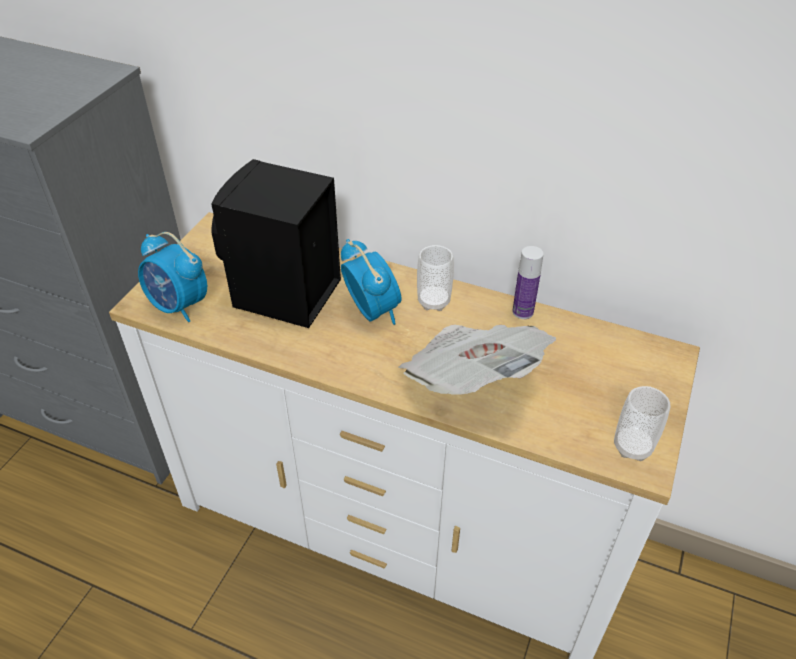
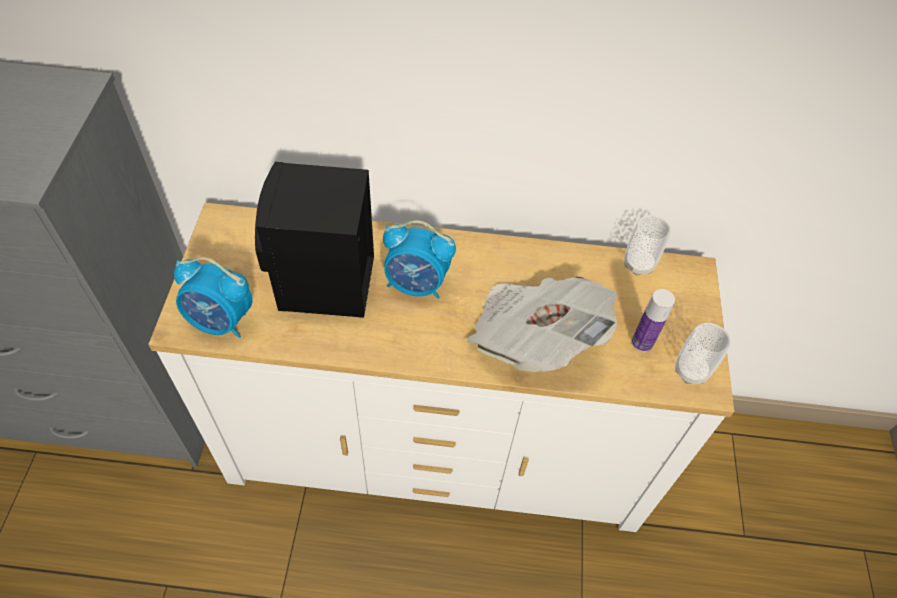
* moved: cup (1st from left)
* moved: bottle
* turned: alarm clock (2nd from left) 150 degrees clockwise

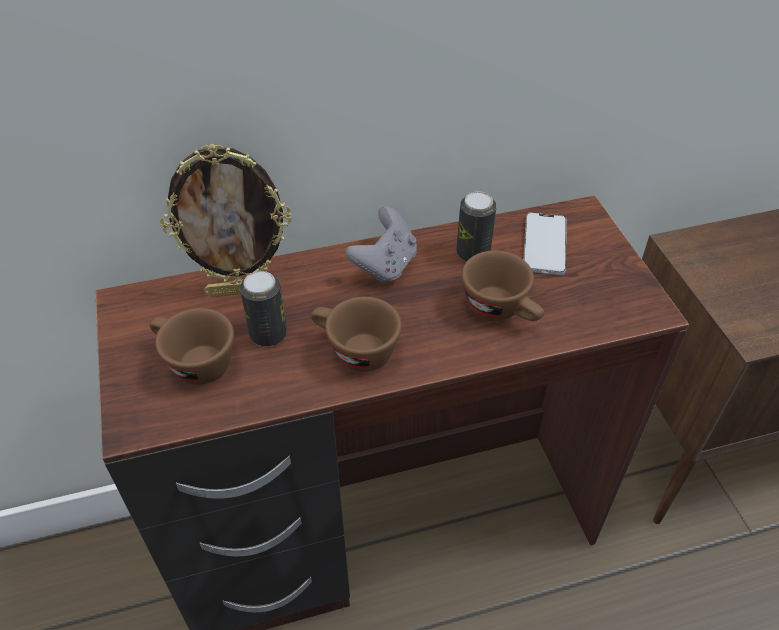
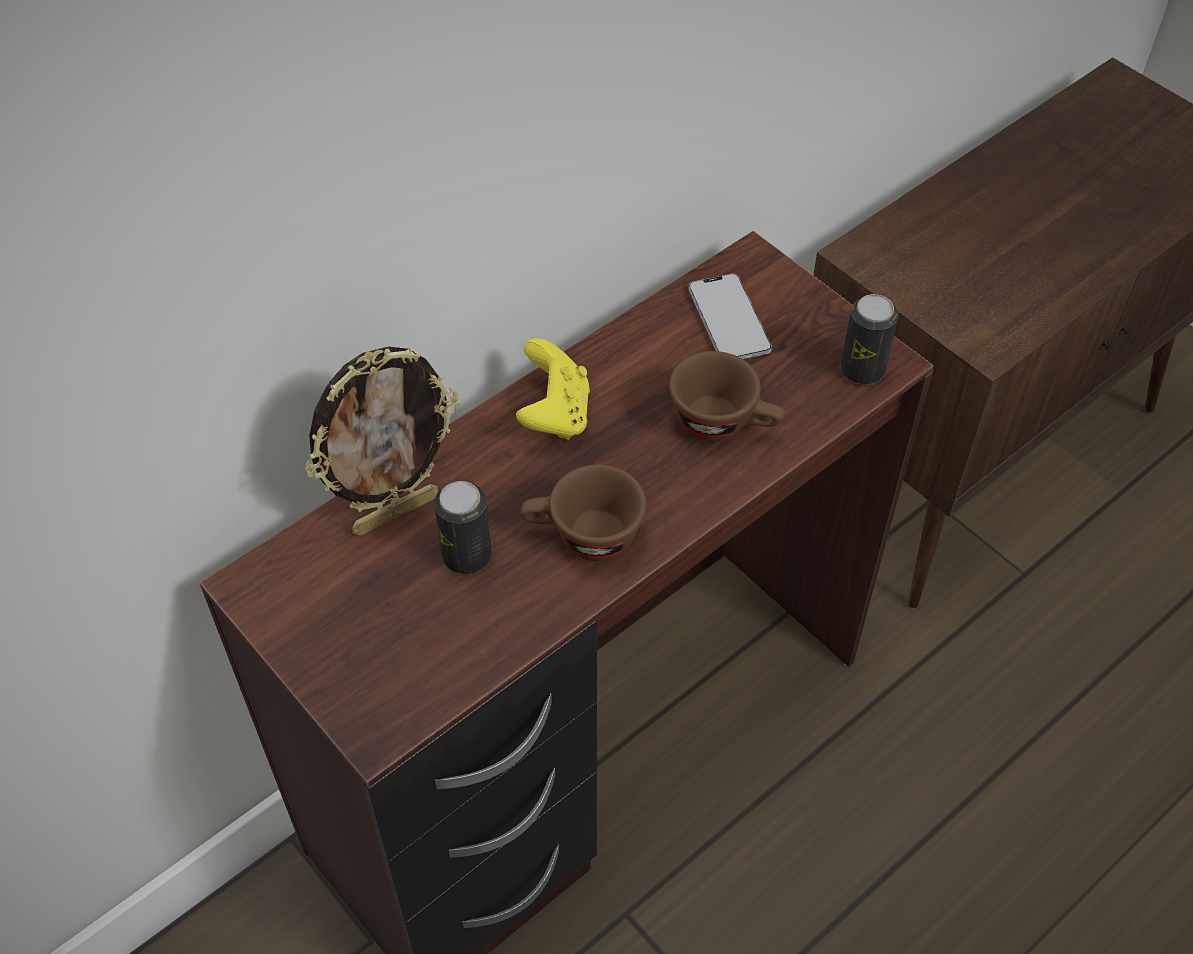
* removed: brown cup (1st from left)
* moved: metal can (2nd from left)
* recoloured: grey game controller to yellow-coloured game controller

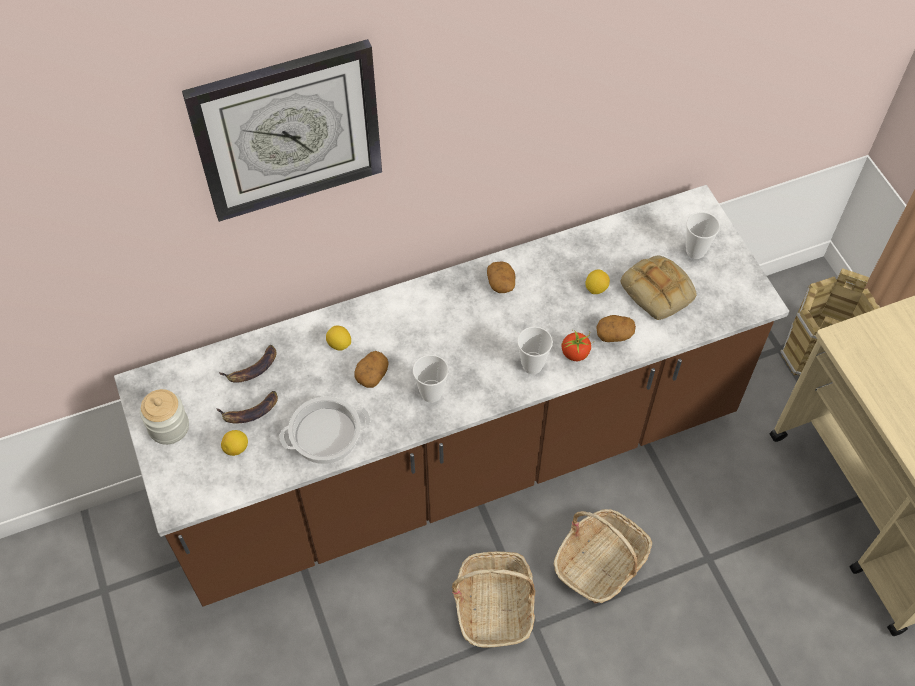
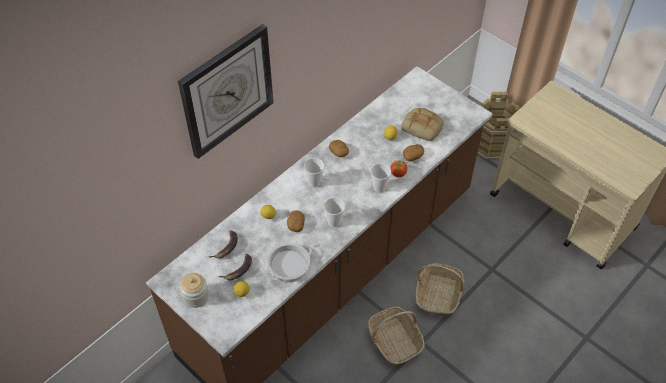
* moved: cup (3rd from left in the first image) to cup (1st from left)

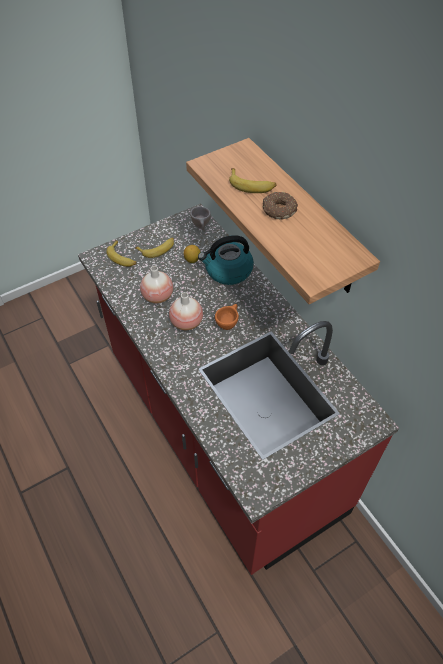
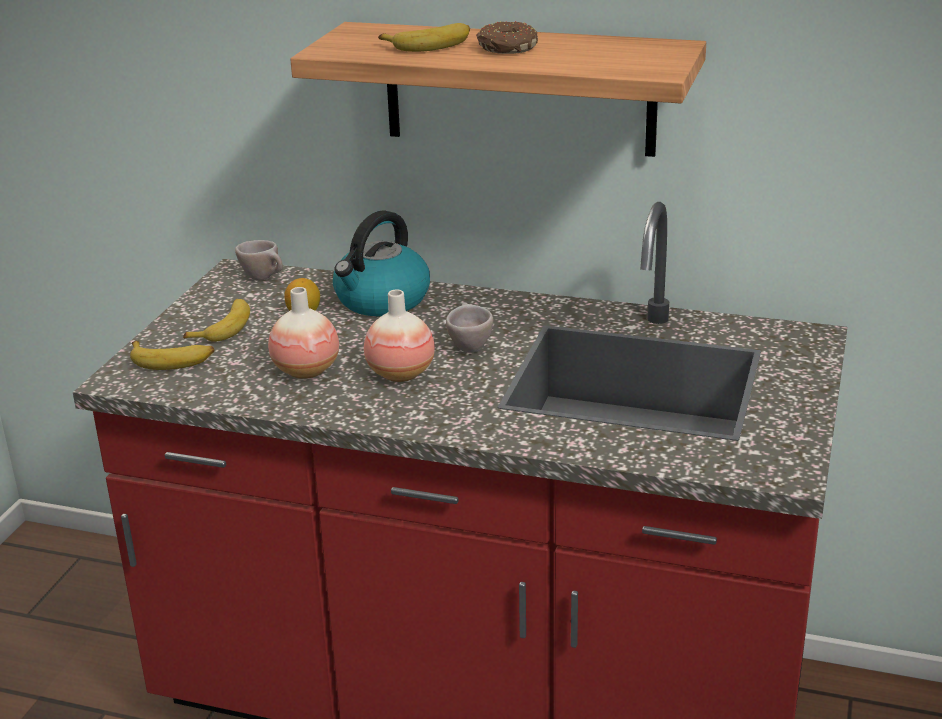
* recoloured: orange cup to beige cup (2nd from left)

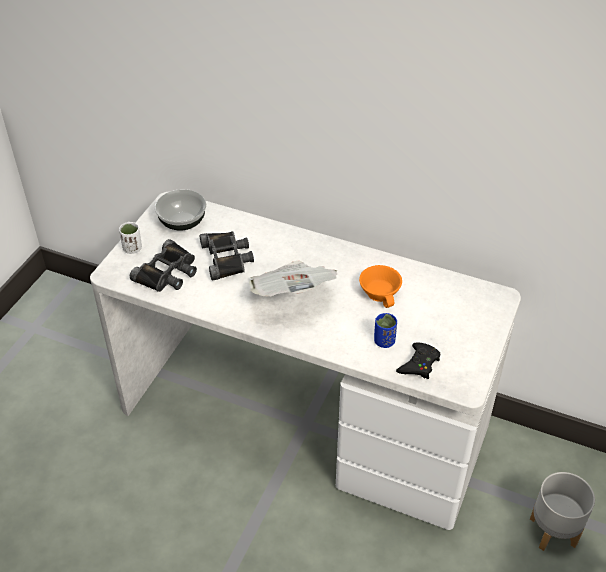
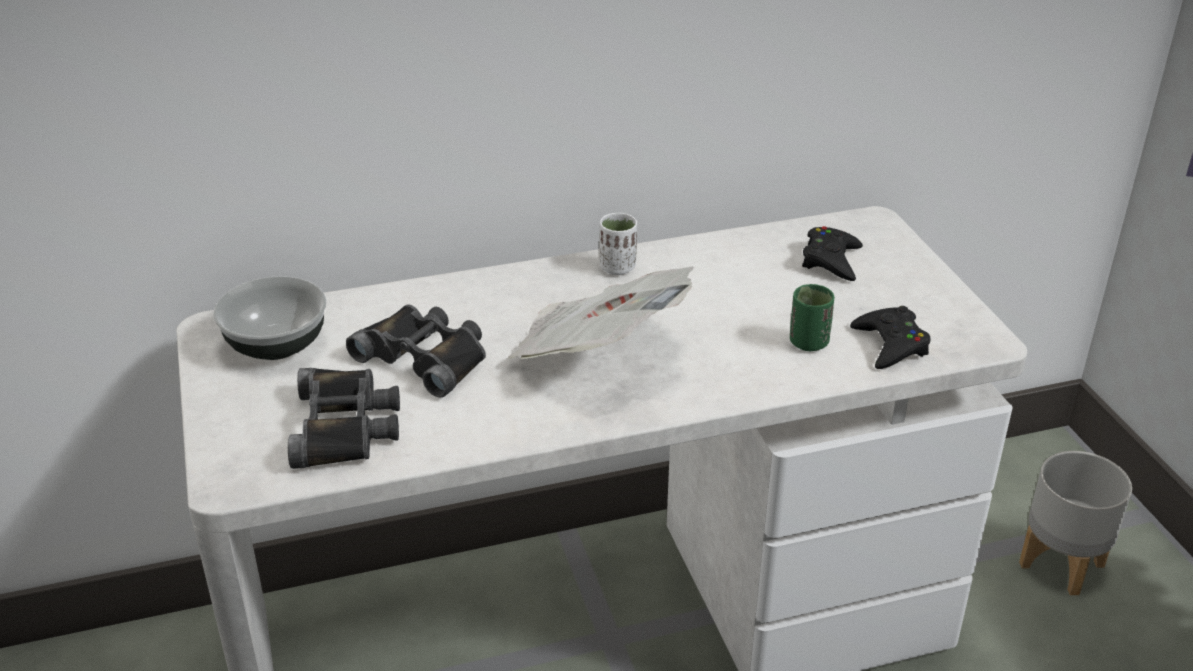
* removed: orange cup
* added: black game controller (1st from left)
* moved: white cup
* recoloured: bluish cup to green cup

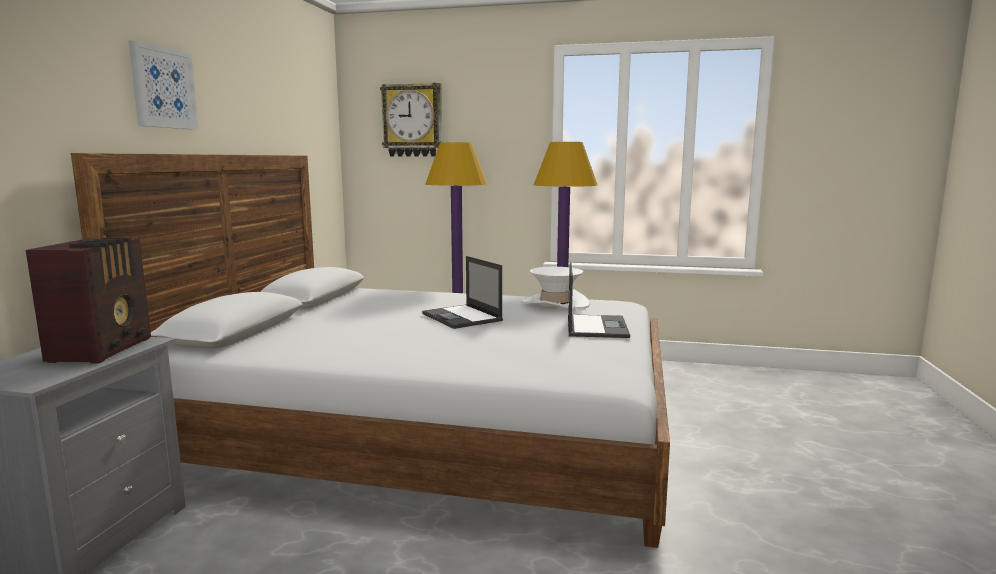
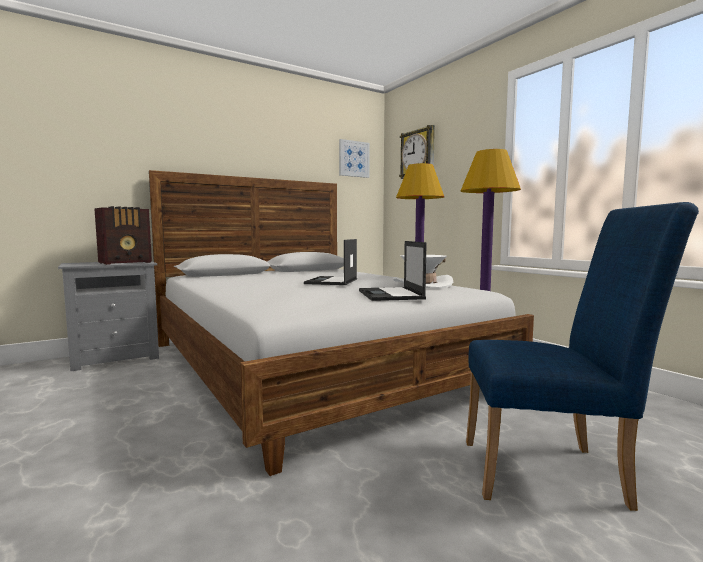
* added: bluish chair
* moved: picture
* turned: portable computer (2nd from left) 120 degrees clockwise

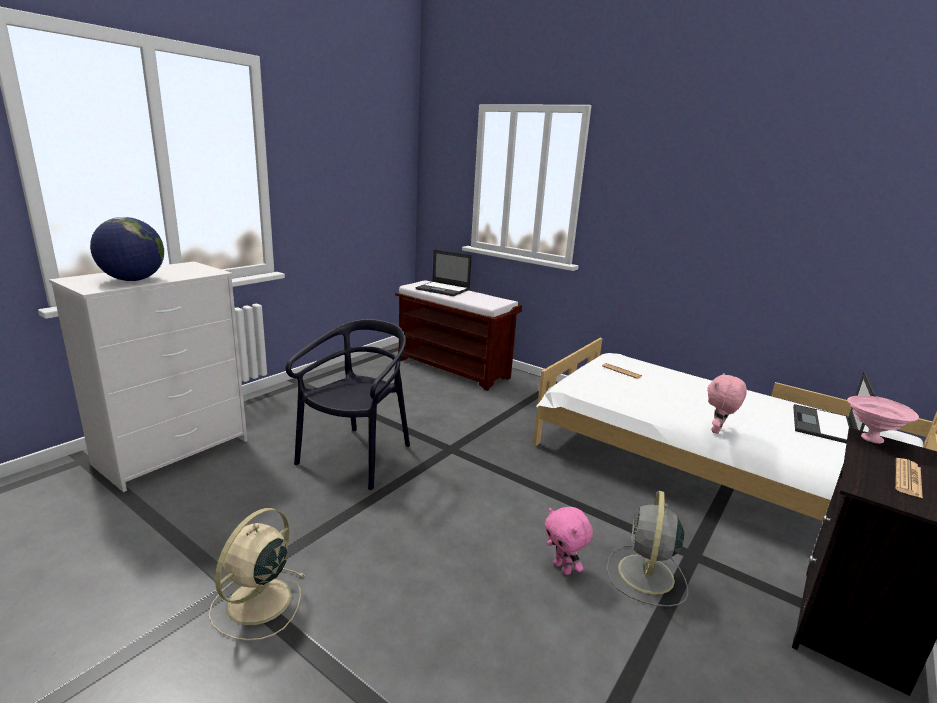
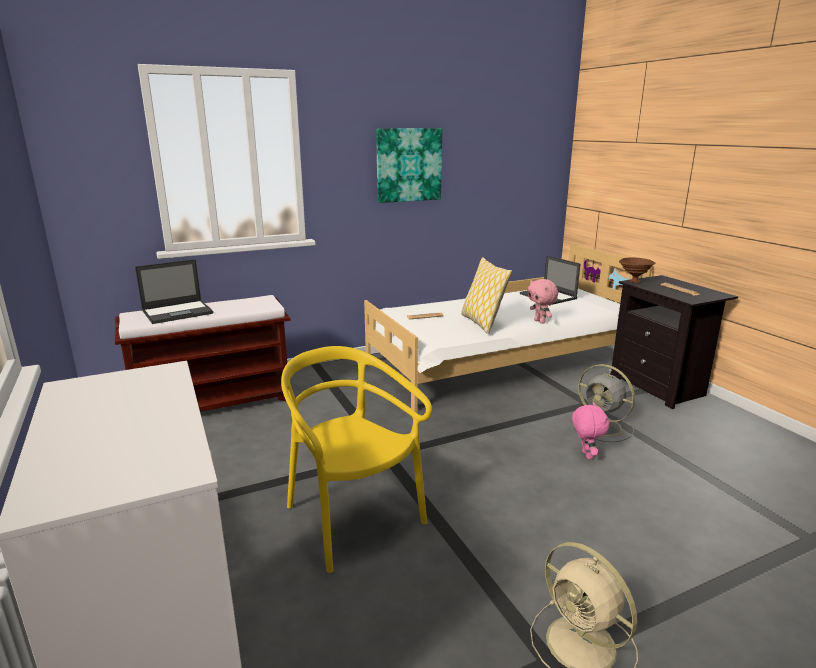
* removed: world globe
* added: picture
* added: cushion
* recoloured: black chair to yellow-coloured chair
* recoloured: pink serving bowl to brown serving bowl
* turned: pink plush toy (1st from left in the first image) 90 degrees counterclockwise

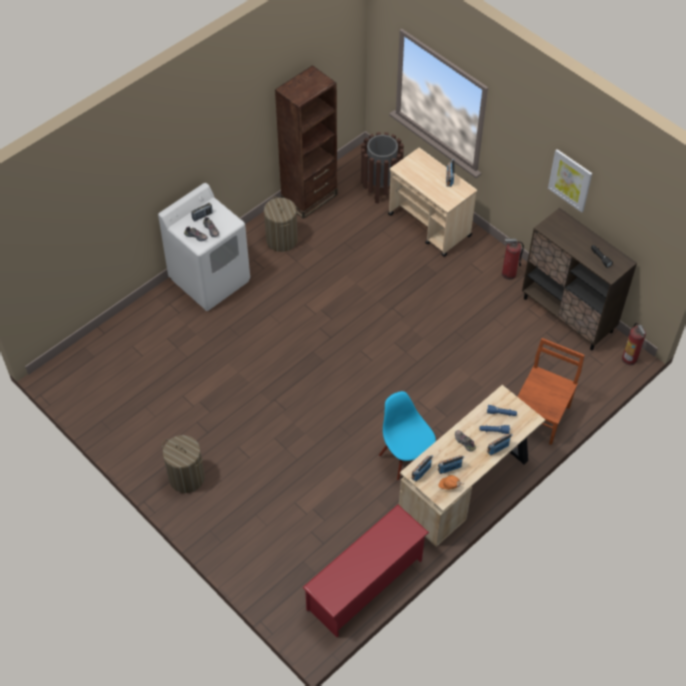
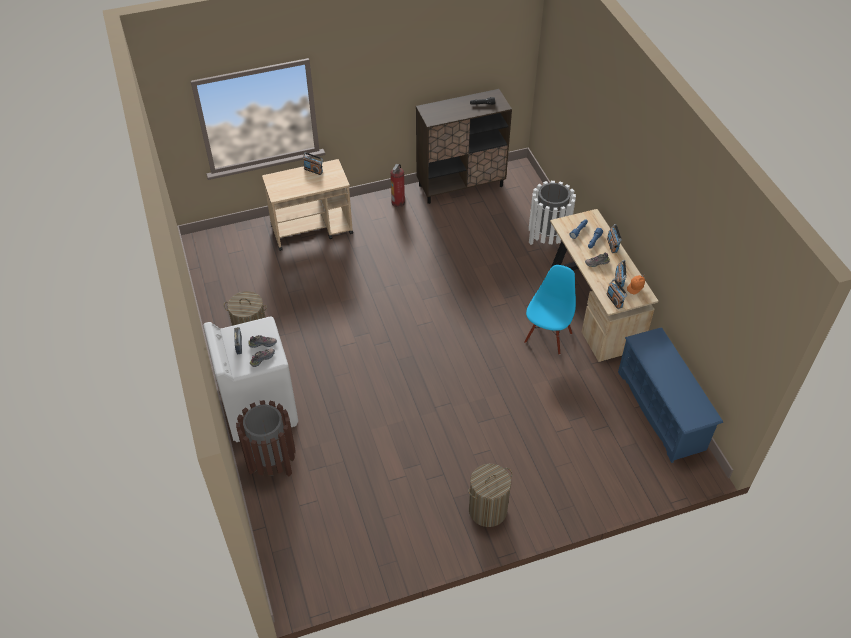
* removed: brown bookshelf
* removed: picture
* removed: fire extinguisher (2nd from left)
* moved: brown trash can
* replaced: brown chair to white trash can
* recoloured: red shoe shelf to bluish shoe shelf
* turned: bluish chair 120 degrees clockwise

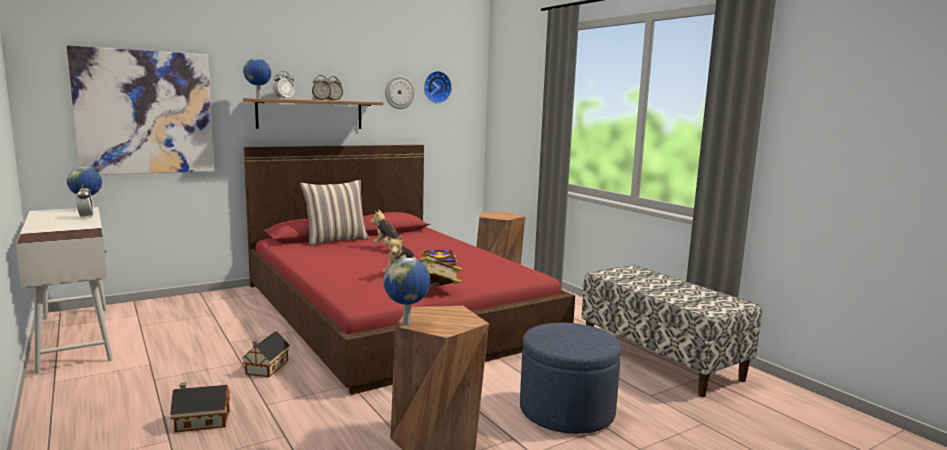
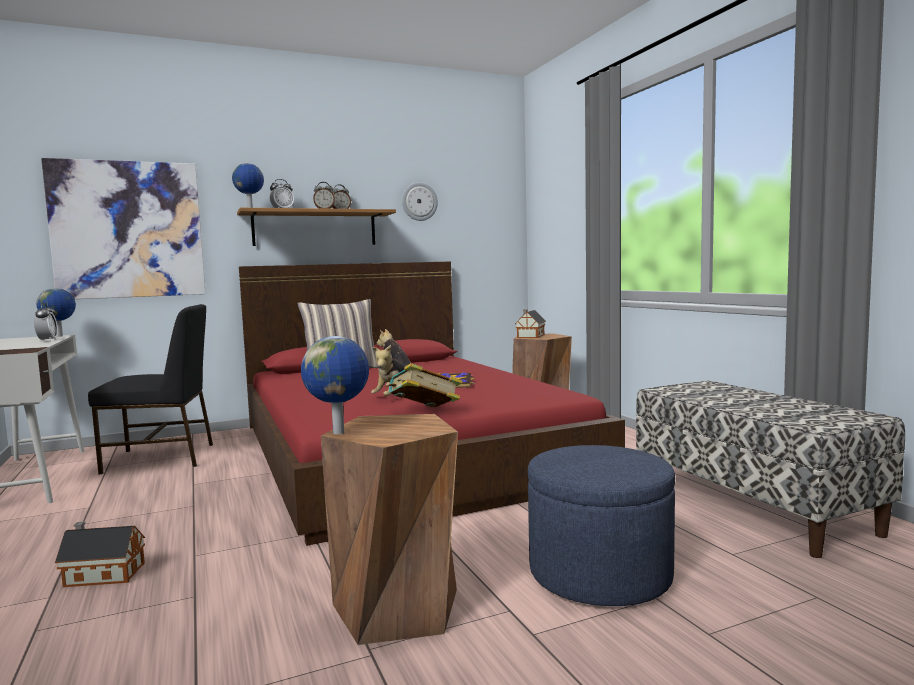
* removed: hanging clock (2nd from left)
* added: black chair
* moved: model house (2nd from left)

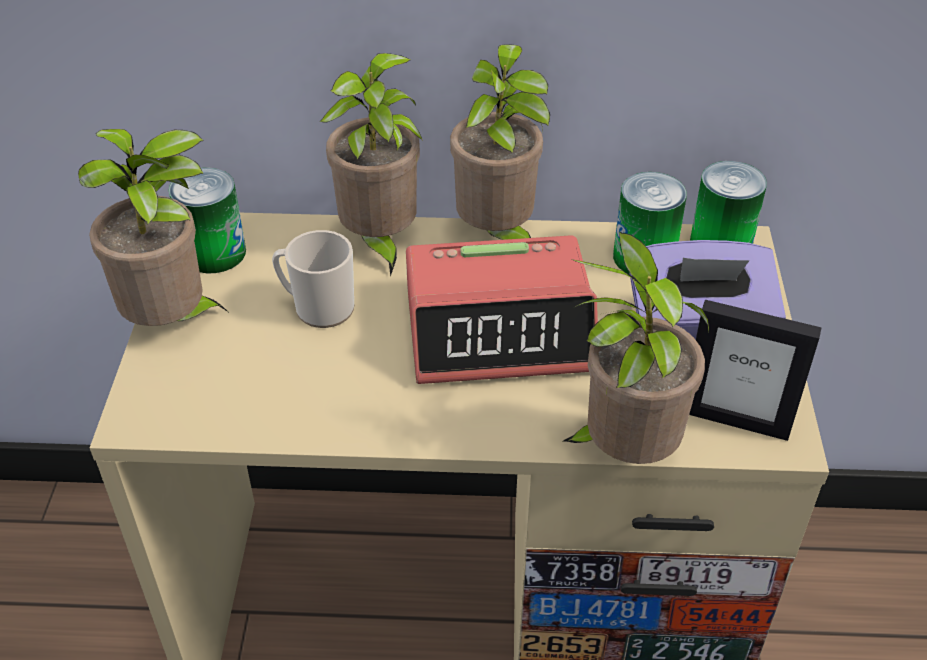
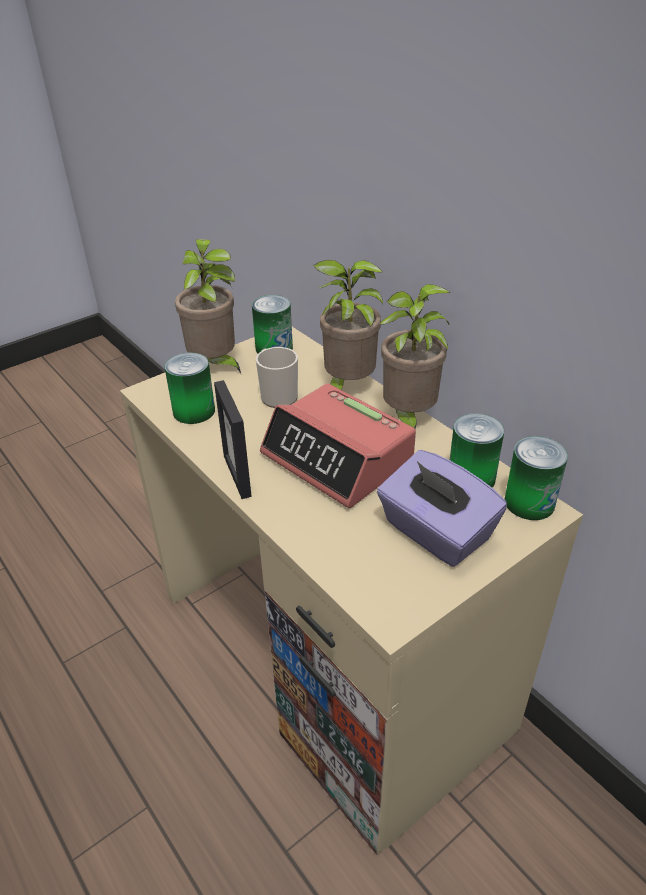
* removed: houseplant (4th from left)
* added: metal can (1st from left)
* moved: picture frame

